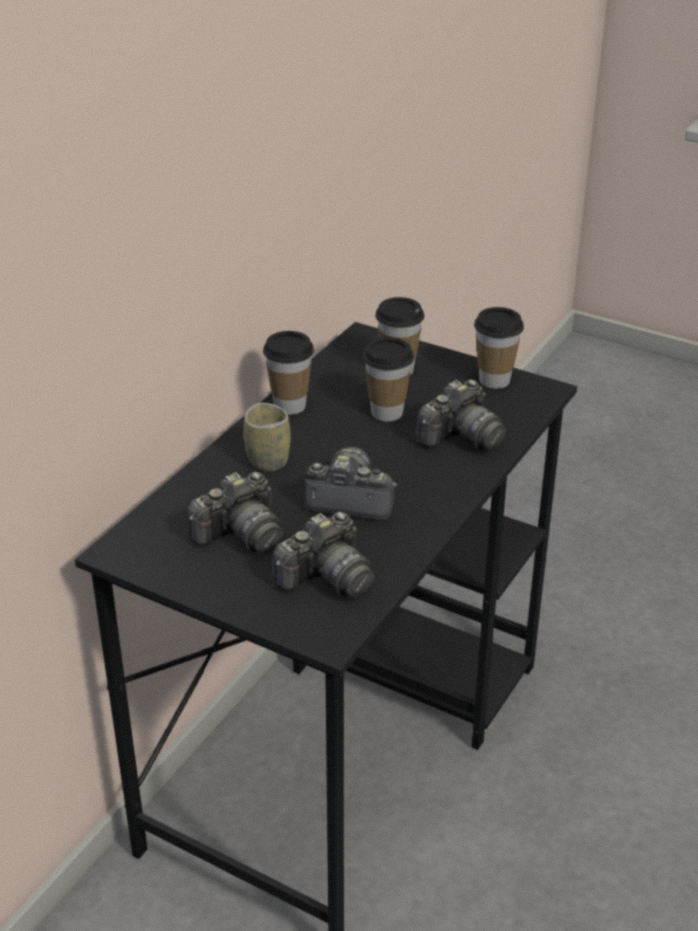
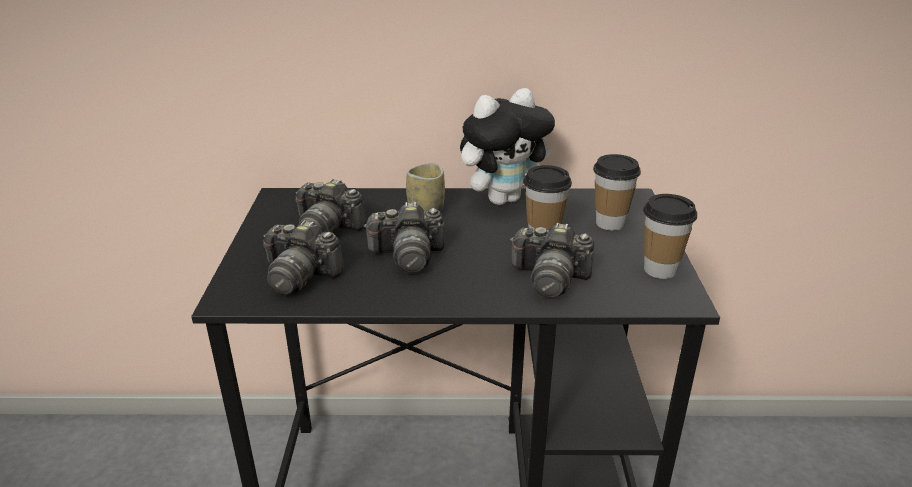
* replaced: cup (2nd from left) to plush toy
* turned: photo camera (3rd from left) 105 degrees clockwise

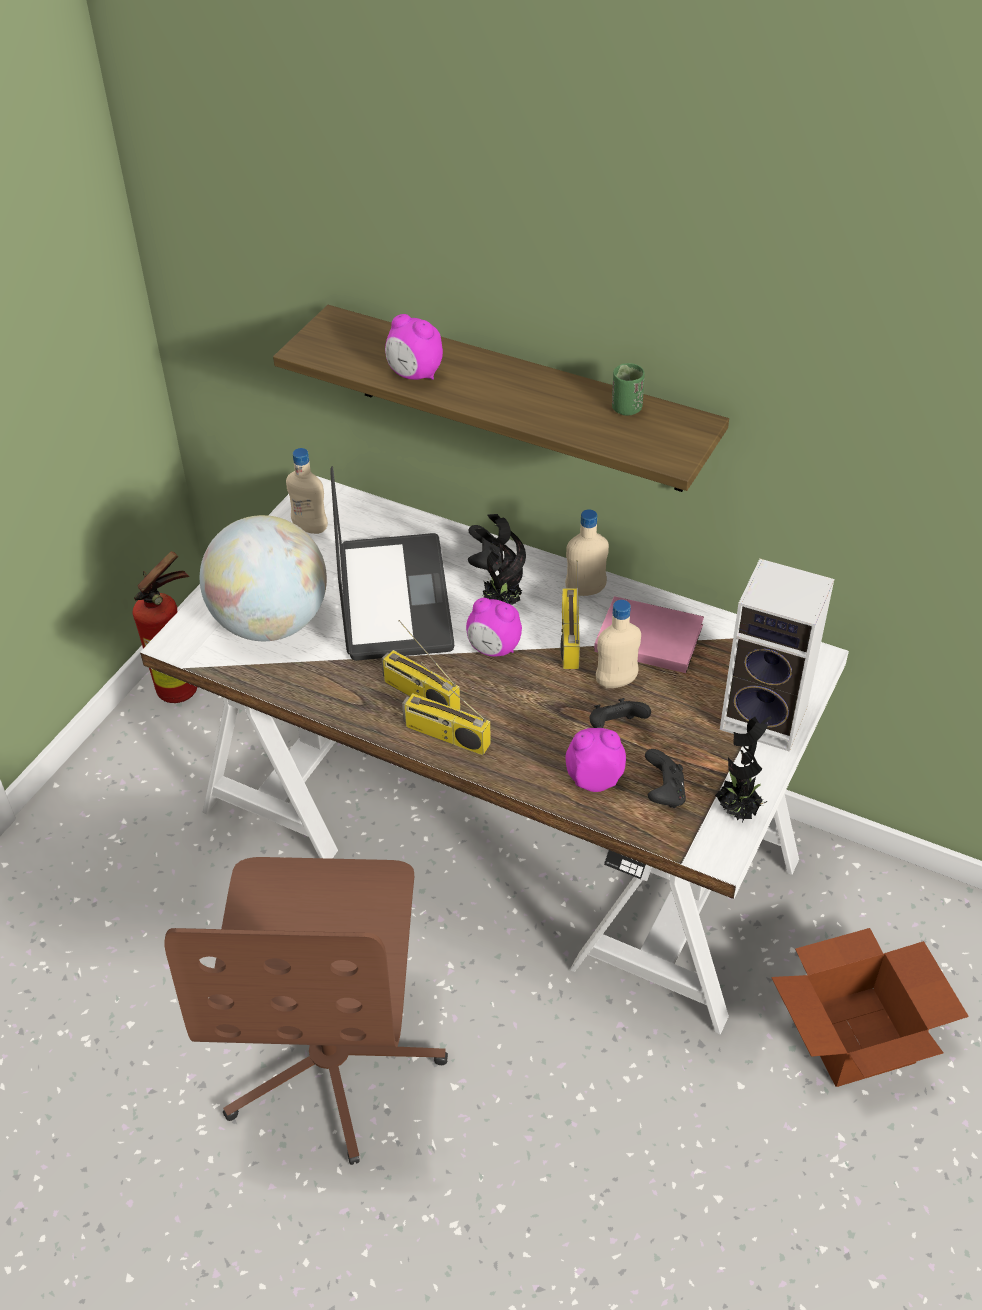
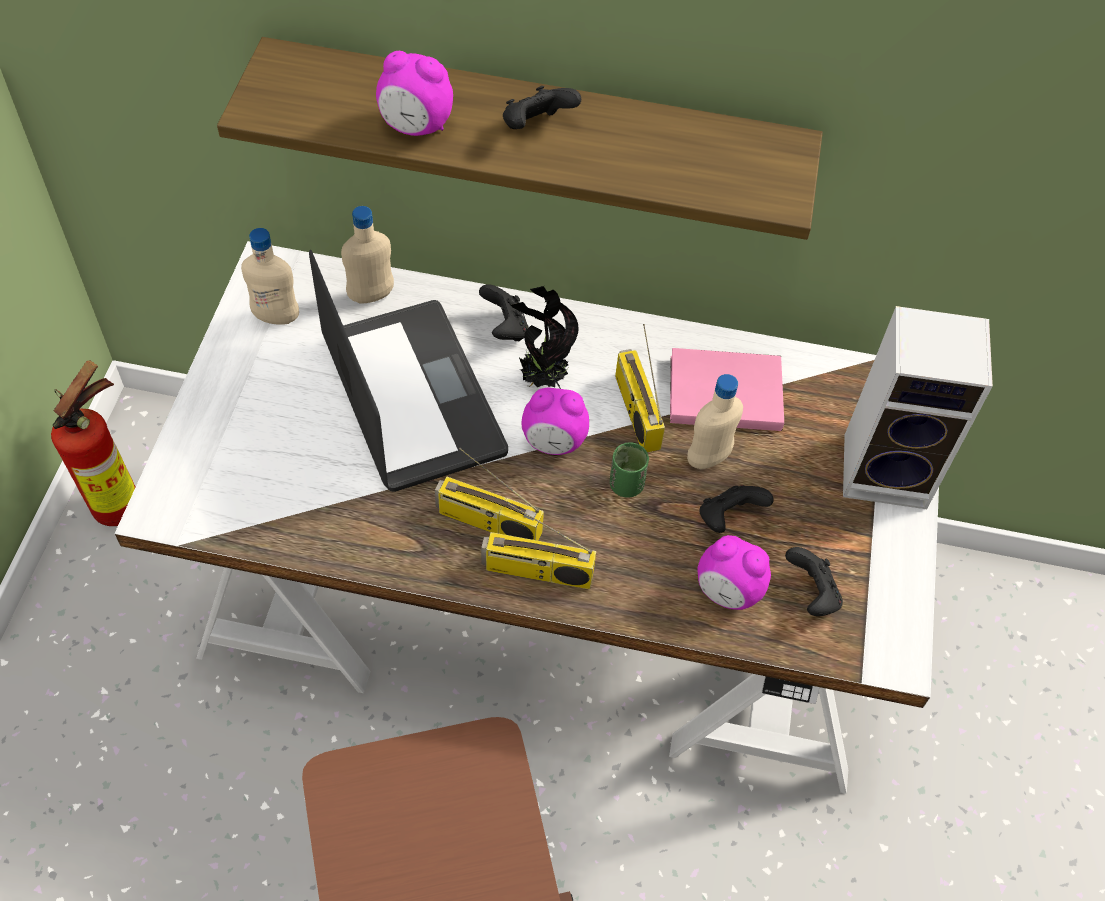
* removed: world globe
* removed: houseplant (2nd from left)
* removed: packing box
* added: black game controller (2nd from left)
* moved: beige bottle (2nd from left)
* moved: green cup
* turned: alarm clock (3rd from left) 135 degrees counterclockwise

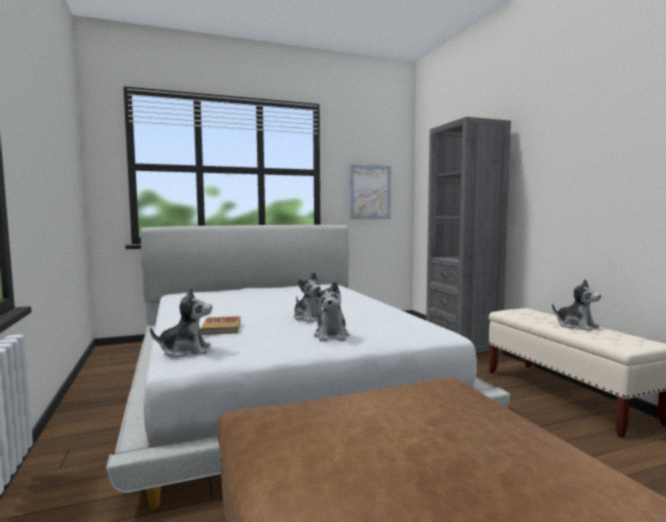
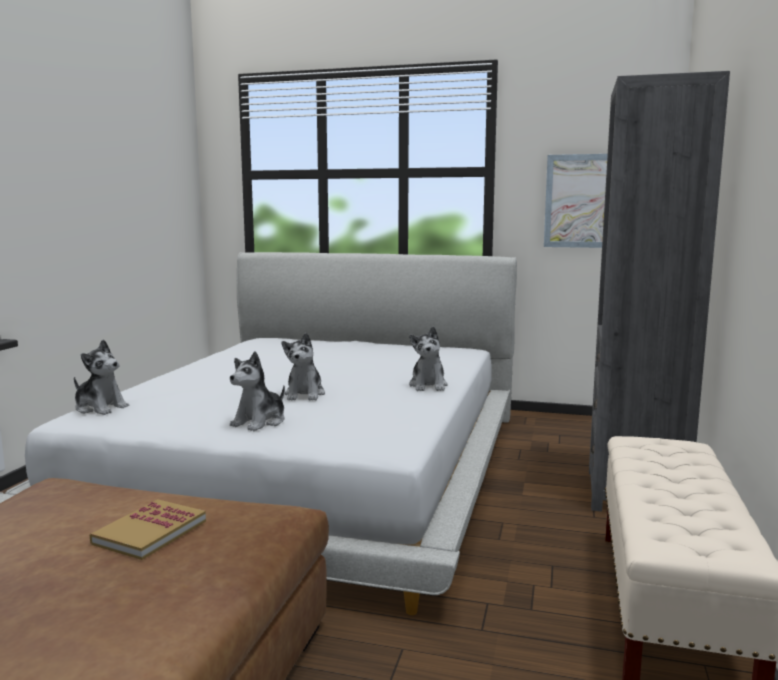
* moved: volume
* moved: plush toy (4th from left)

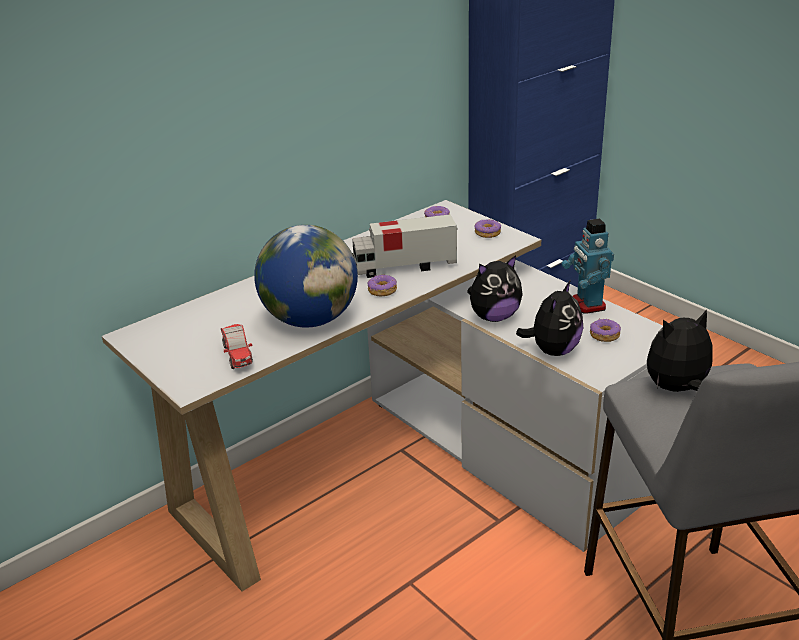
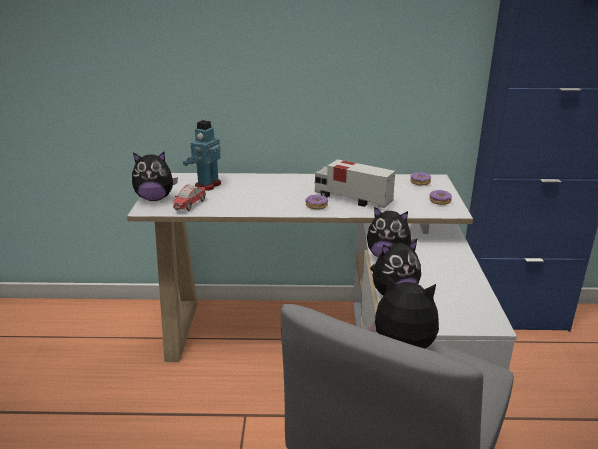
* removed: world globe
* removed: doughnut (4th from left)
* added: plush toy (1st from left)
* moved: robot figure

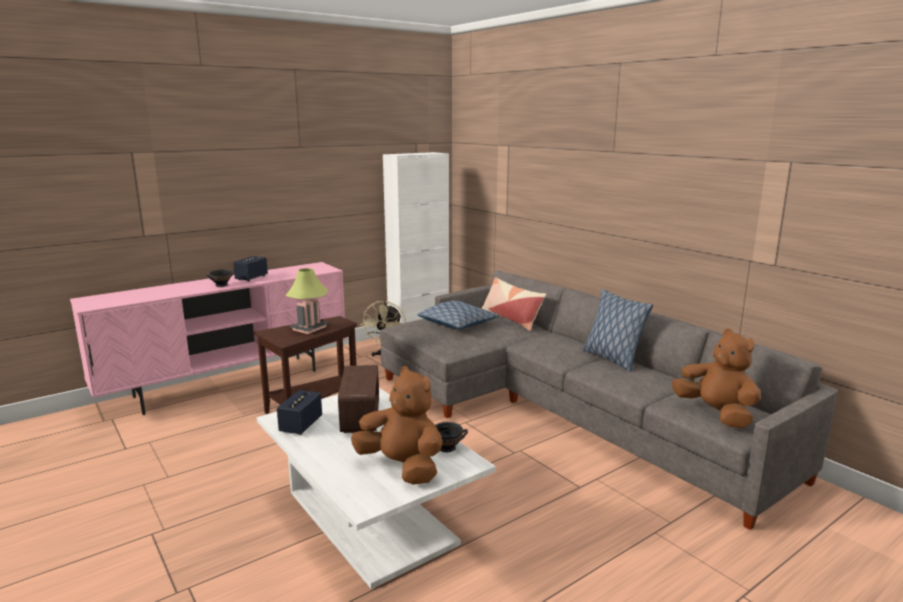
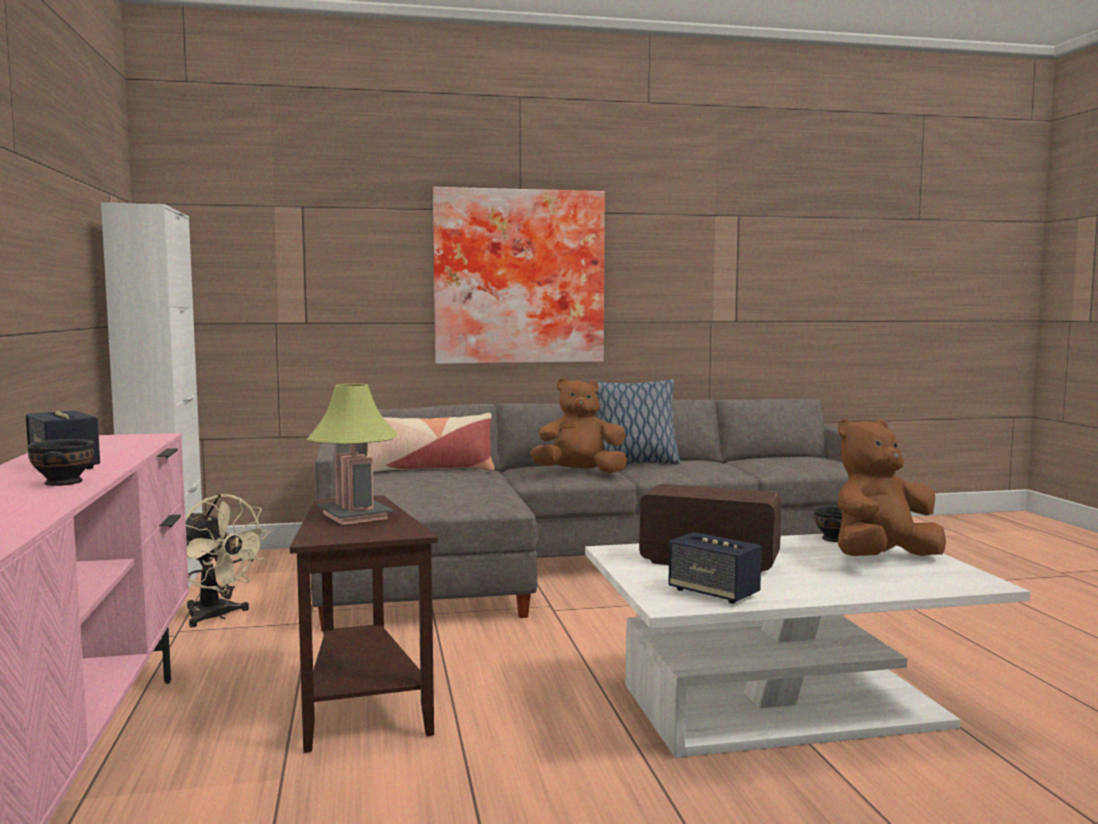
* removed: cushion (1st from left)
* added: picture
* moved: brown plush toy (2nd from left in the first image) to brown plush toy (1st from left)

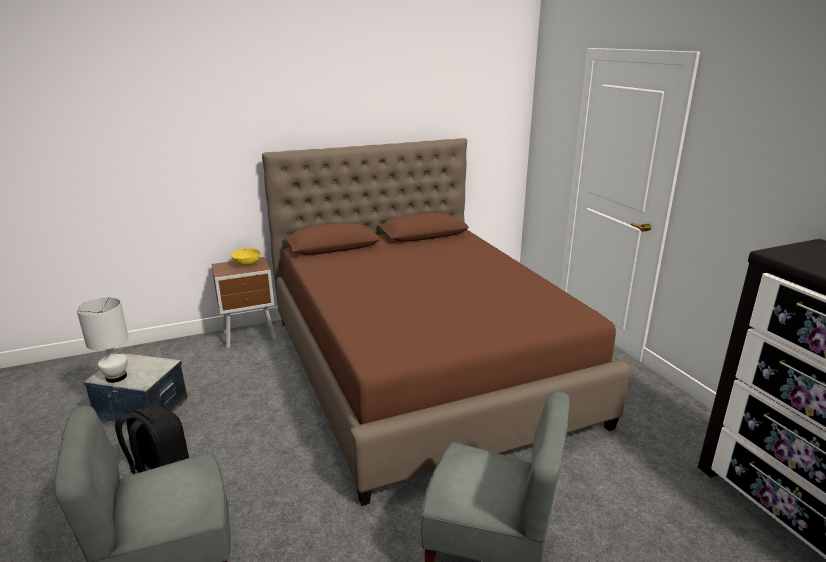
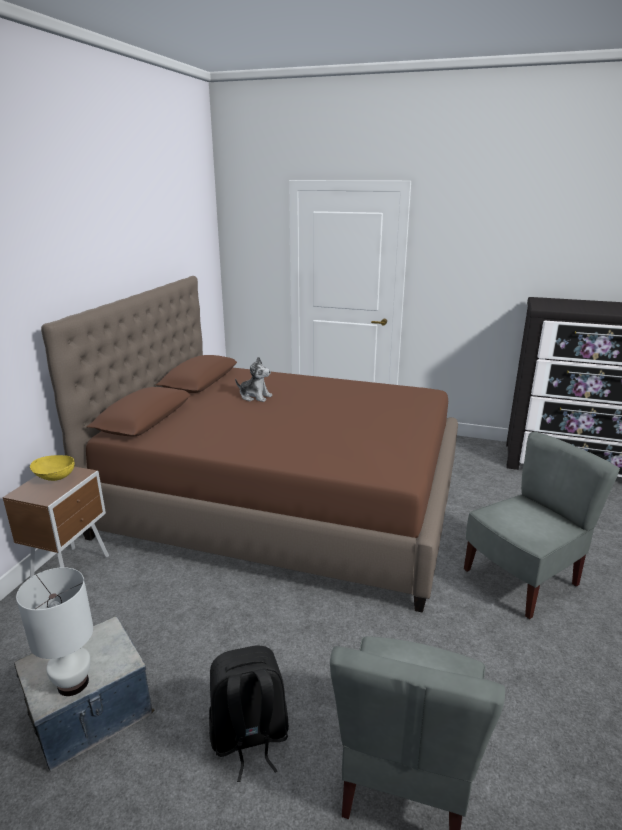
* added: plush toy

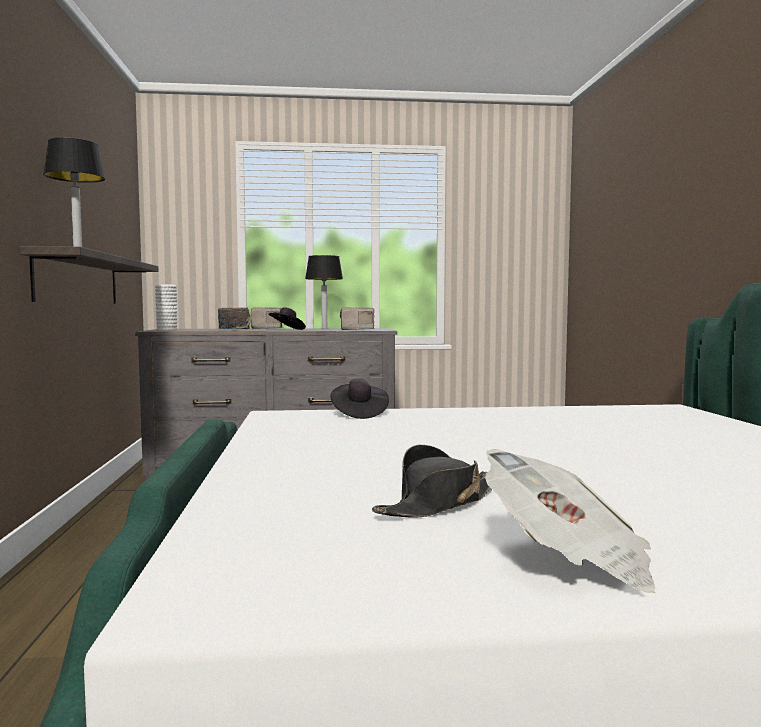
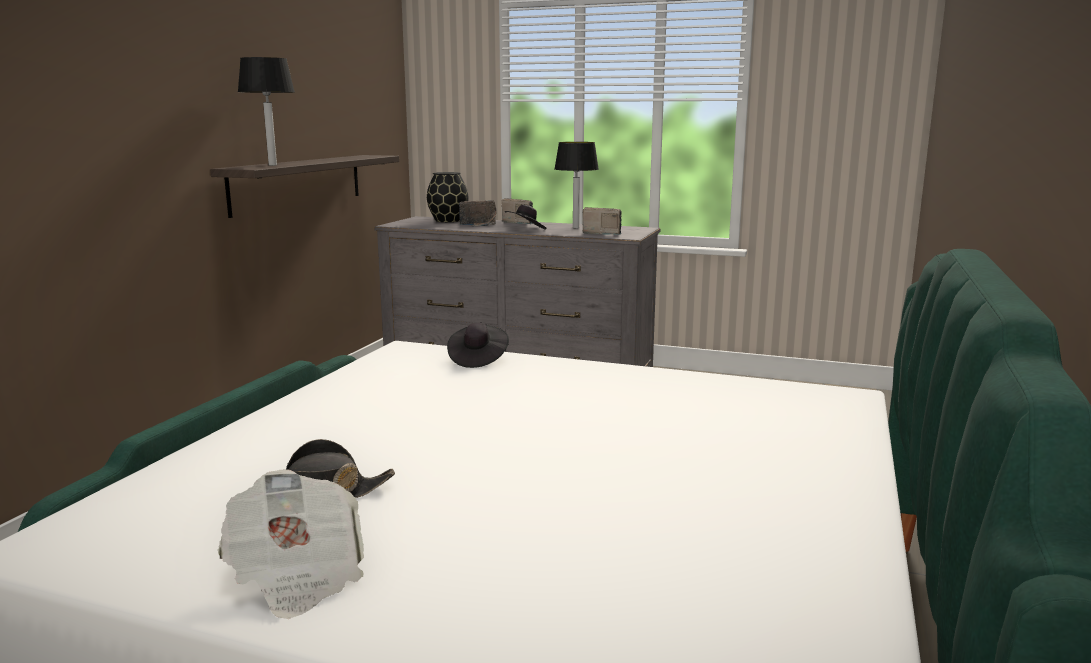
* removed: white flower vase
* added: black flower vase

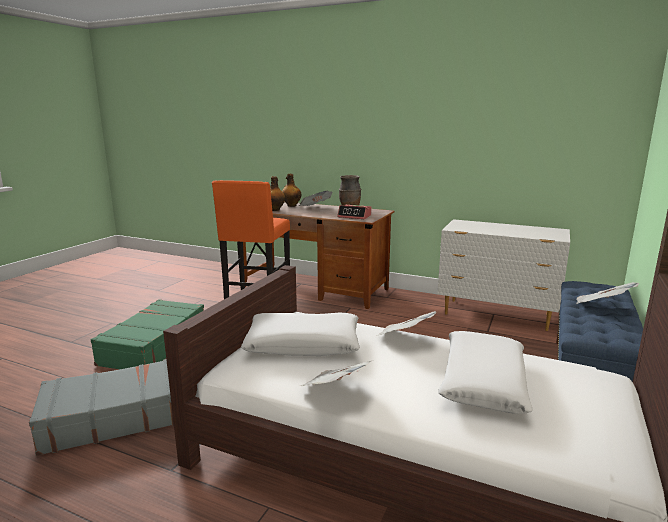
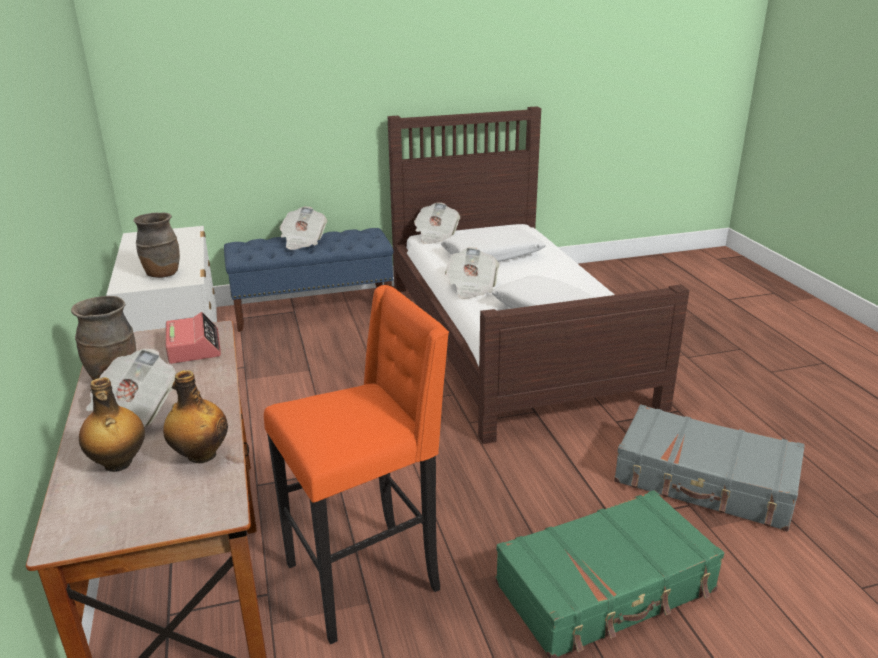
* added: brown flower vase (2nd from left)
* moved: newspaper (2nd from left in the first image) to newspaper (3rd from left)

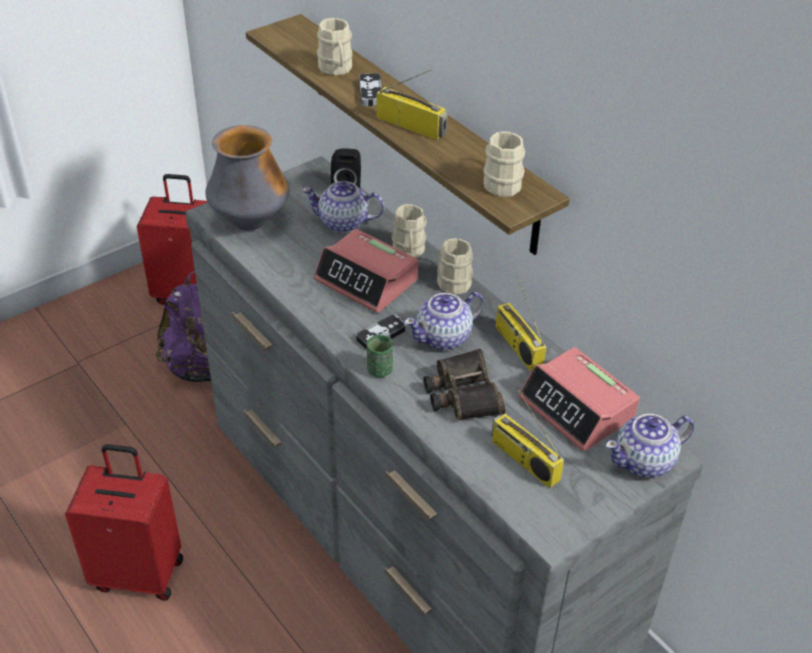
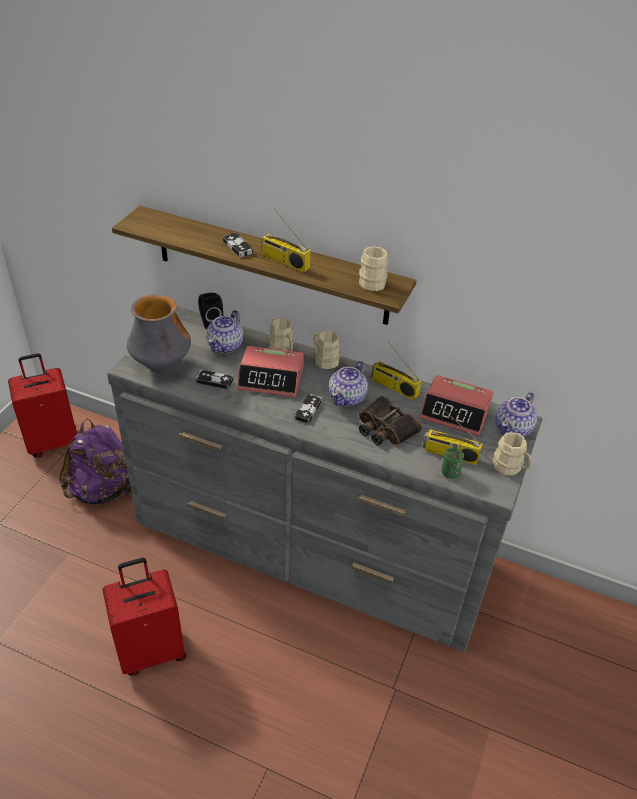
* added: game controller (1st from left)
* moved: beige mug (1st from left in the first image) to beige mug (4th from left)
* moved: green cup
* turned: pot for tea (1st from left) 45 degrees counterclockwise
* turned: radio receiver (1st from left) 150 degrees counterclockwise

